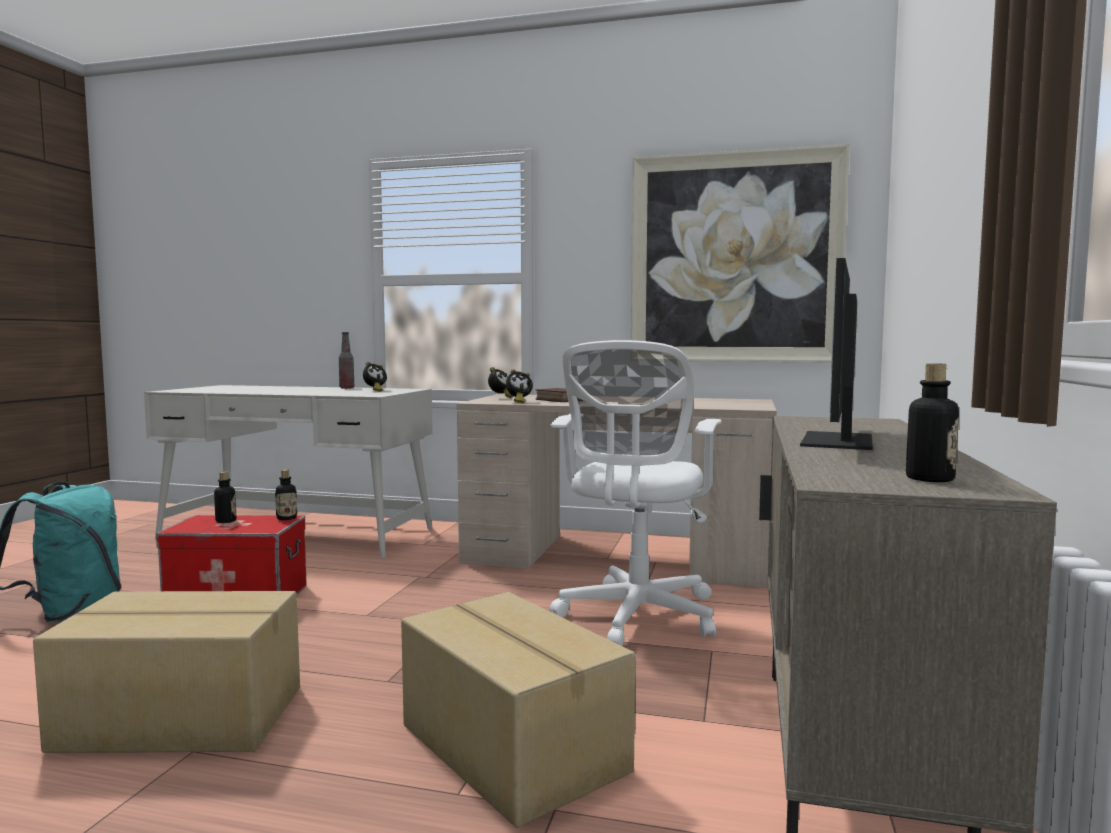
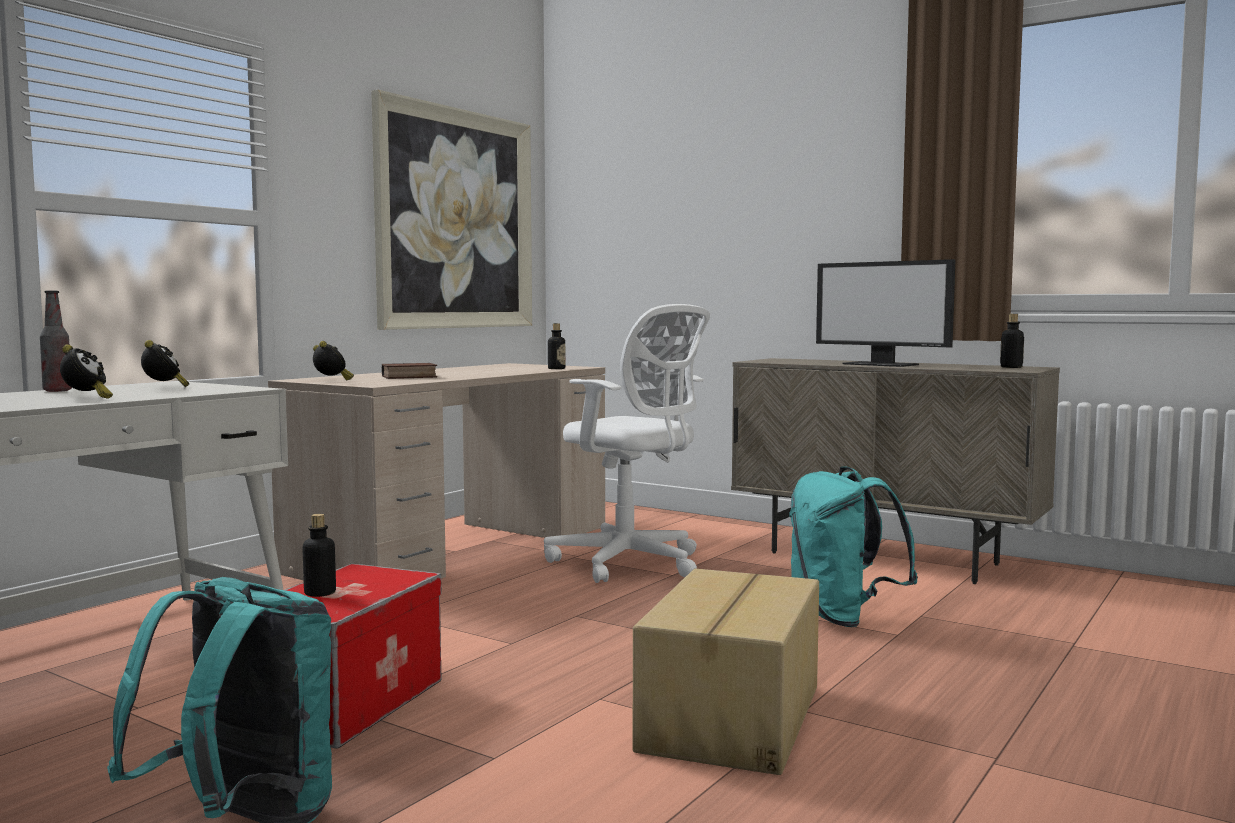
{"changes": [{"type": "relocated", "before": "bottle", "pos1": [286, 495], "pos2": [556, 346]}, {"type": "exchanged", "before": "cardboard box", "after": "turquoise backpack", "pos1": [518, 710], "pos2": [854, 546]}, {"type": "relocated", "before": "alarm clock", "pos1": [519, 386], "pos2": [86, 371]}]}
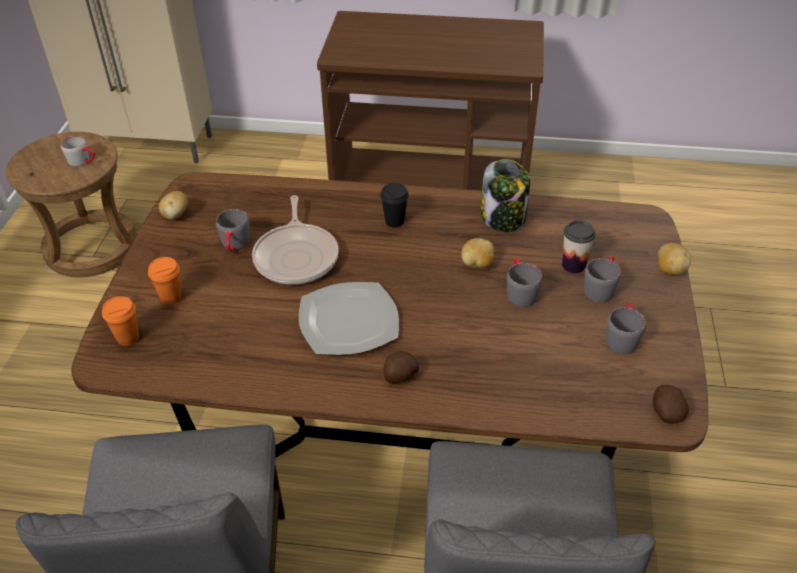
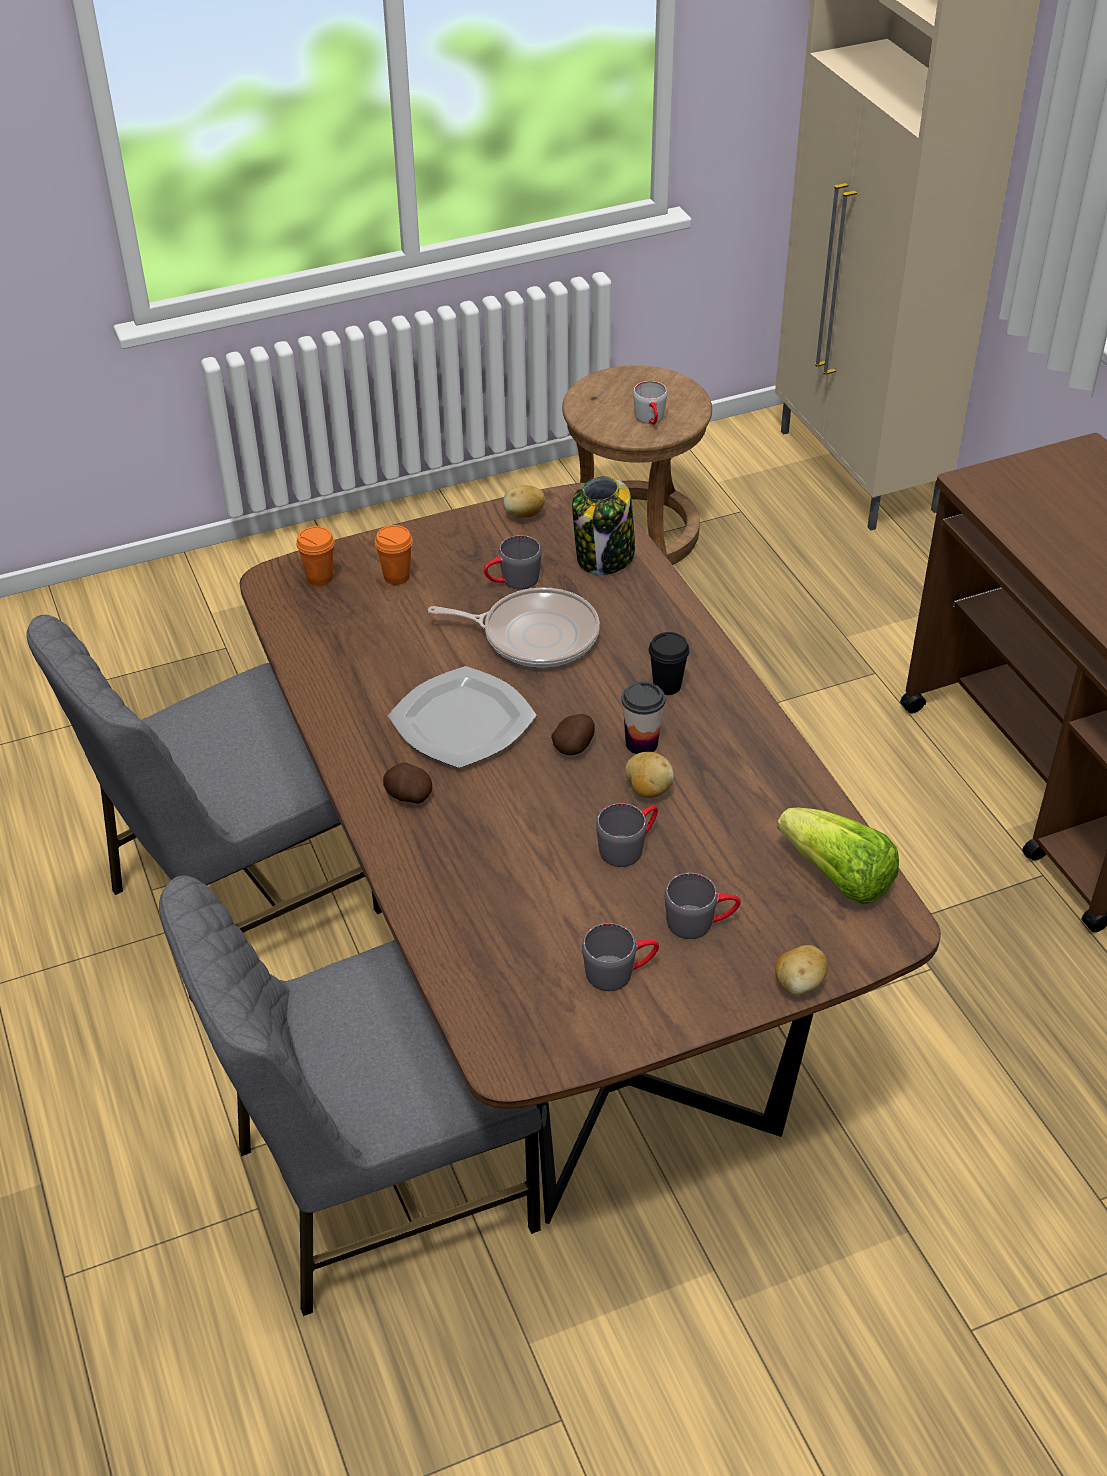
{"changes": [{"type": "spun", "before": "frying pan", "pos1": [295, 240], "pos2": [514, 627], "turn": -135}, {"type": "relocated", "before": "jar", "pos1": [505, 195], "pos2": [603, 525]}, {"type": "relocated", "before": "cup", "pos1": [579, 246], "pos2": [643, 717]}, {"type": "relocated", "before": "potato", "pos1": [671, 404], "pos2": [573, 734]}, {"type": "appeared", "after": "lettuce", "pos2": [838, 856]}]}
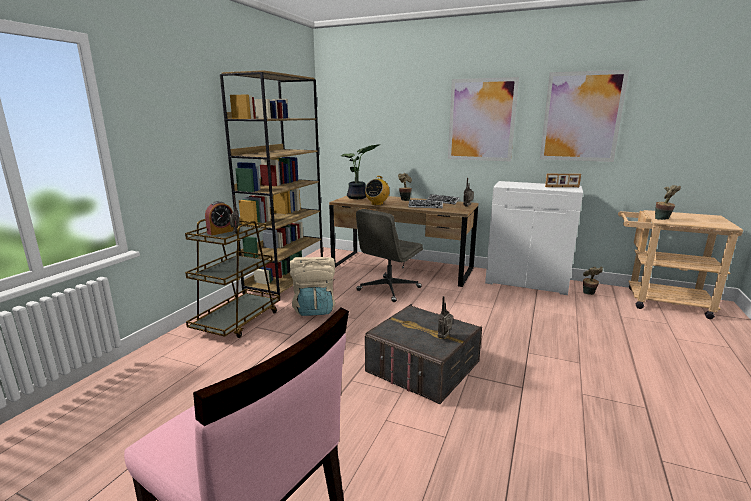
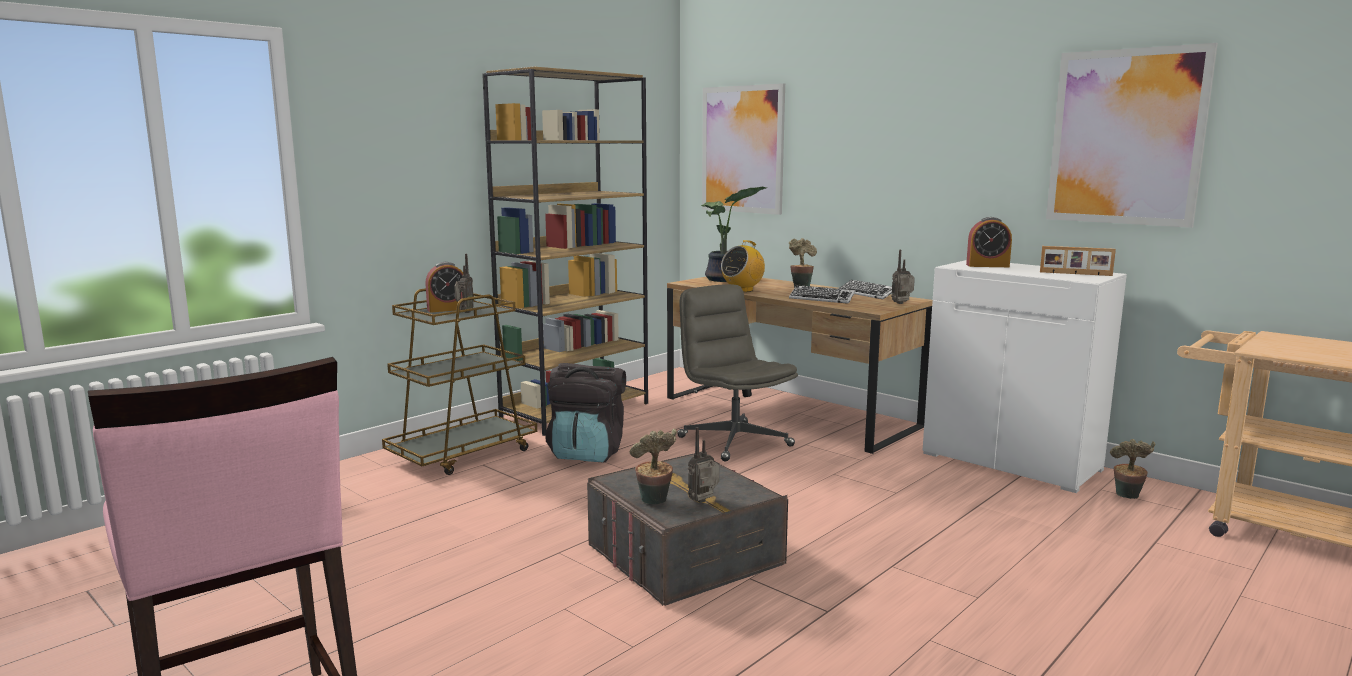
{"changes": [{"type": "colour", "before": "beige backpack", "after": "black backpack", "pos1": [312, 286], "pos2": [585, 412]}, {"type": "spun", "before": "grey office chair", "pos1": [389, 255], "pos2": [737, 373], "turn": 90}, {"type": "relocated", "before": "picture", "pos1": [483, 119], "pos2": [743, 149]}, {"type": "relocated", "before": "potted plant", "pos1": [668, 202], "pos2": [653, 466]}, {"type": "appeared", "after": "alarm clock", "pos2": [989, 242]}]}
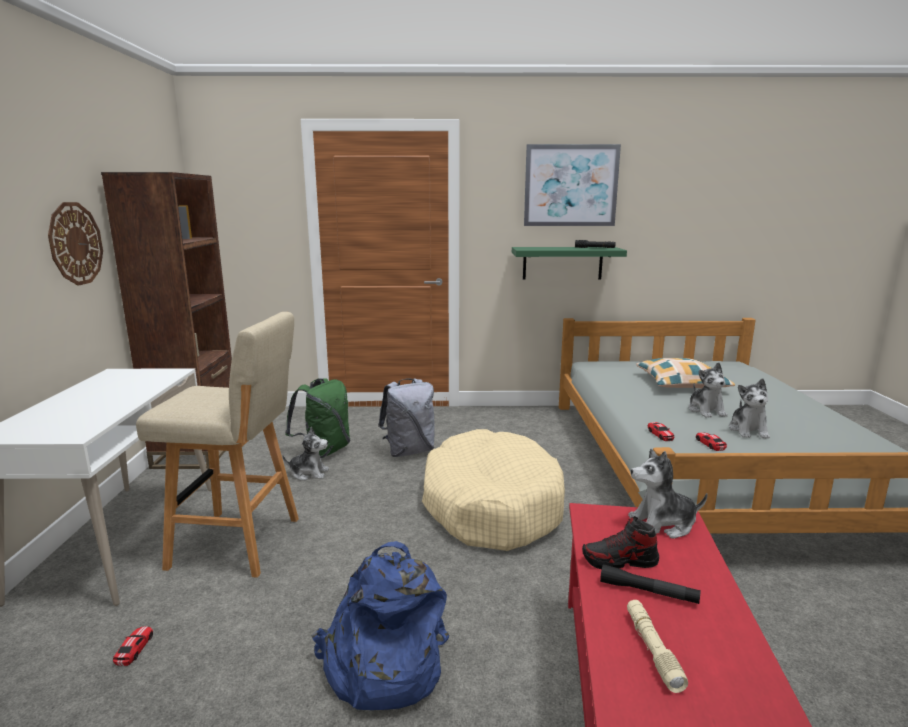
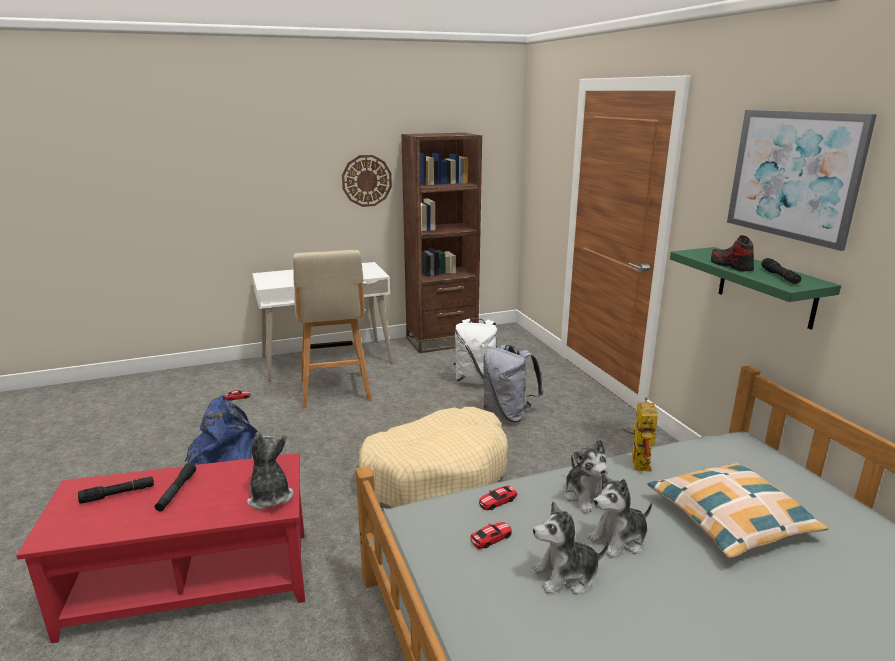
{"changes": [{"type": "relocated", "before": "plush toy", "pos1": [305, 454], "pos2": [586, 476]}, {"type": "colour", "before": "green backpack", "after": "white backpack", "pos1": [317, 418], "pos2": [476, 351]}, {"type": "relocated", "before": "shoe", "pos1": [620, 542], "pos2": [732, 253]}, {"type": "colour", "before": "beige flashlight", "after": "black flashlight", "pos1": [657, 646], "pos2": [116, 490]}, {"type": "appeared", "after": "toy robot", "pos2": [640, 434]}]}
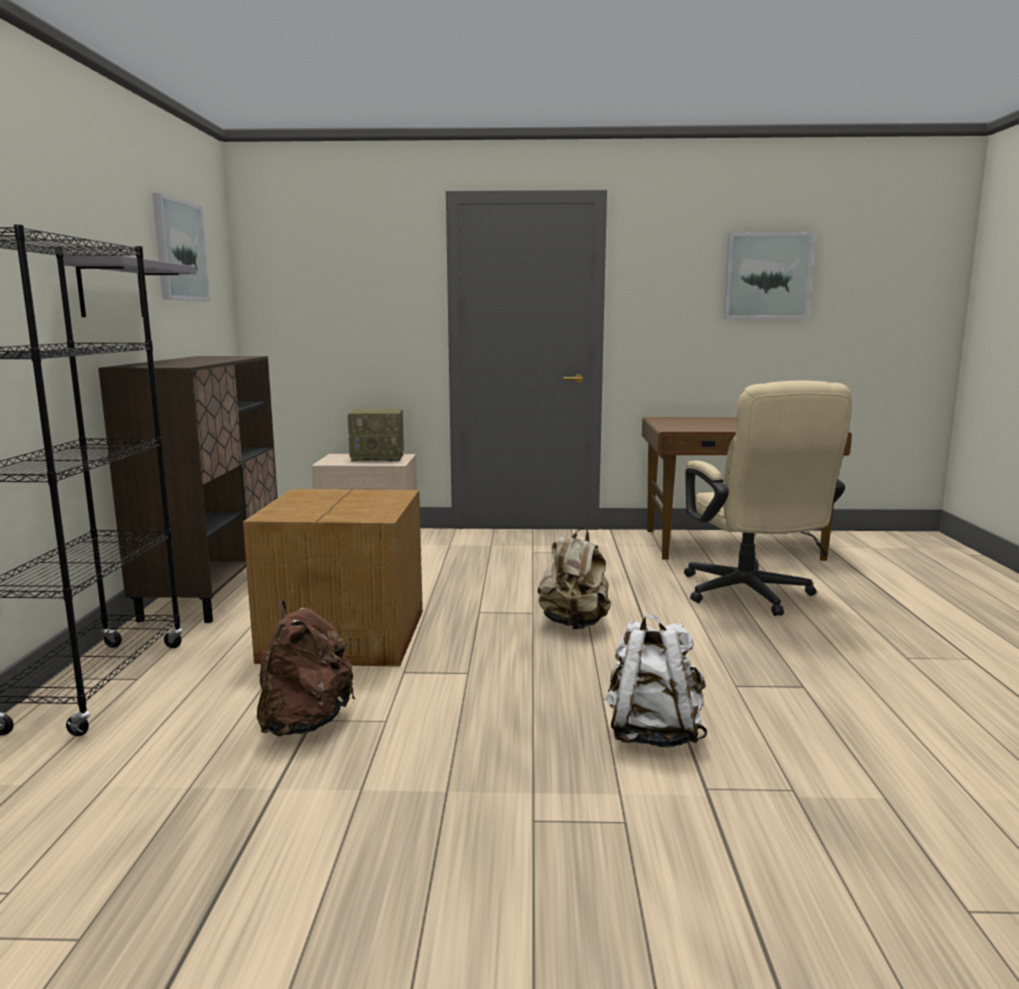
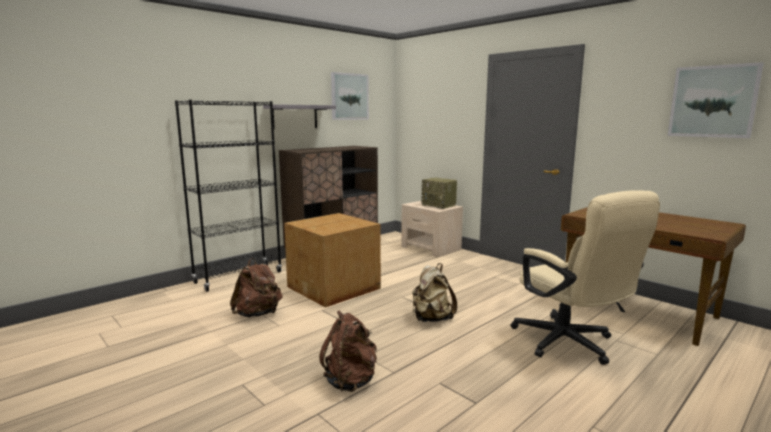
{"changes": [{"type": "colour", "before": "white backpack", "after": "brown backpack", "pos1": [656, 680], "pos2": [348, 351]}, {"type": "spun", "before": "beige office chair", "pos1": [768, 498], "pos2": [585, 277], "turn": -60}]}
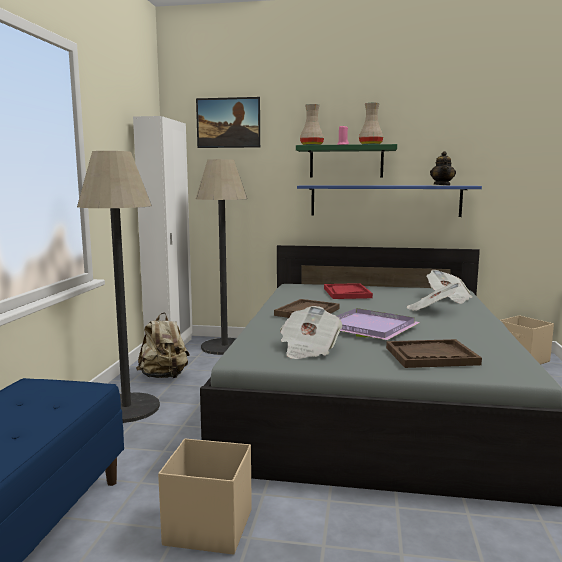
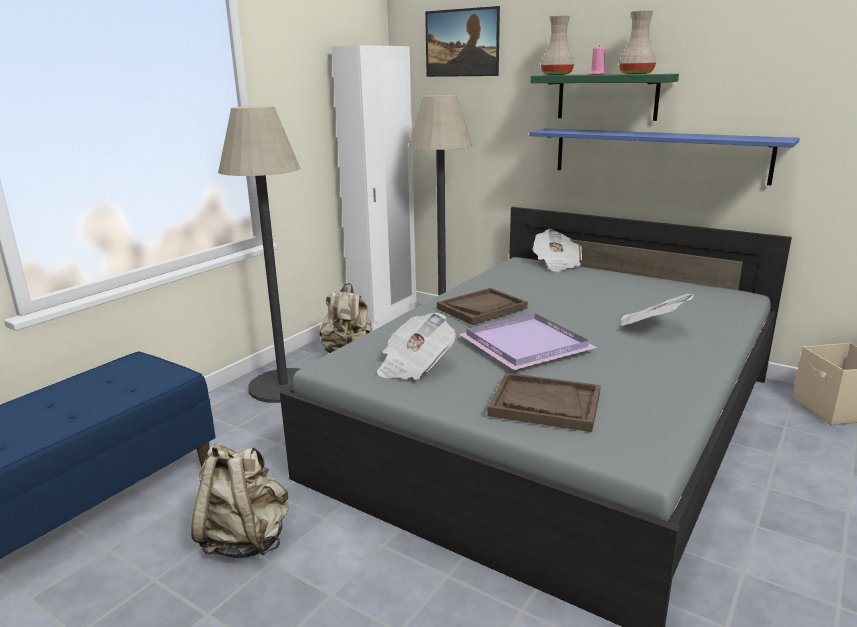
{"changes": [{"type": "exchanged", "before": "beige storage box", "after": "beige backpack", "pos1": [205, 496], "pos2": [240, 501]}, {"type": "missing", "before": "red tray", "pos1": [348, 291]}, {"type": "relocated", "before": "newspaper", "pos1": [450, 287], "pos2": [557, 250]}, {"type": "missing", "before": "teapot", "pos1": [443, 168]}]}
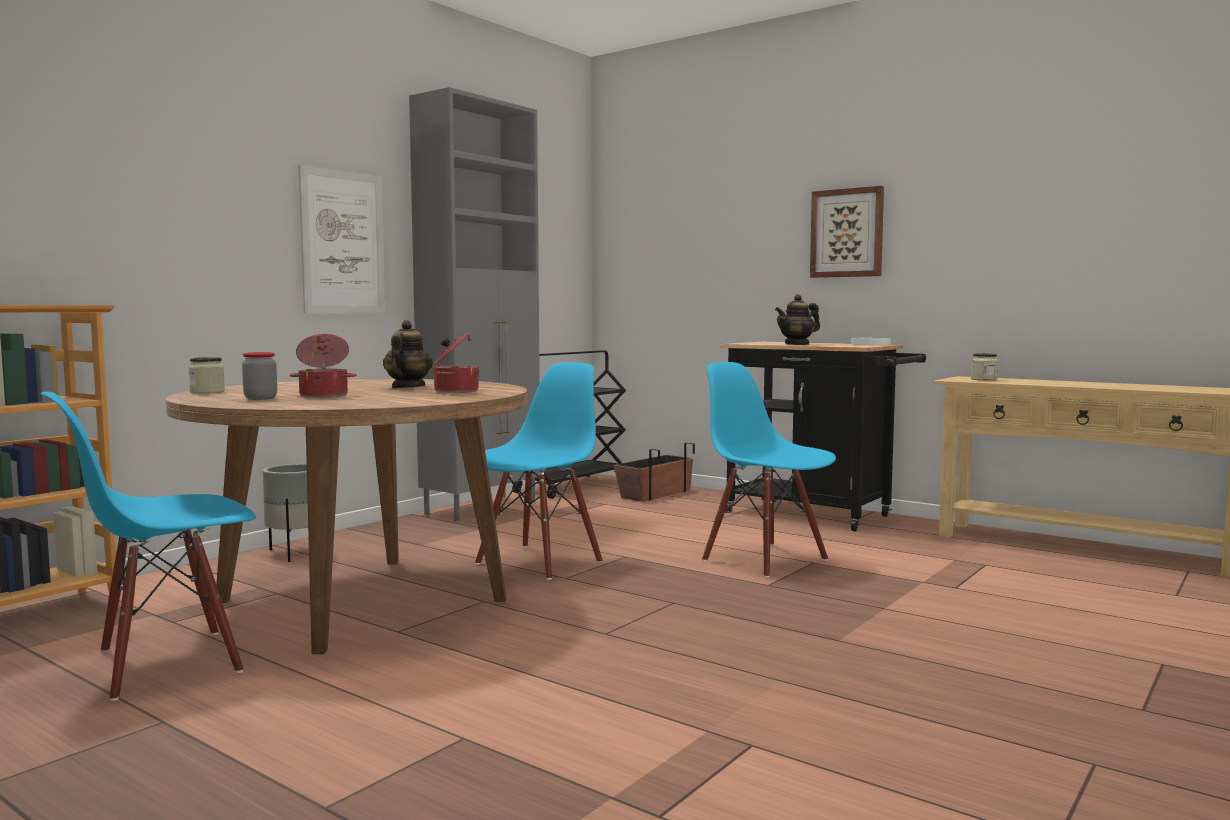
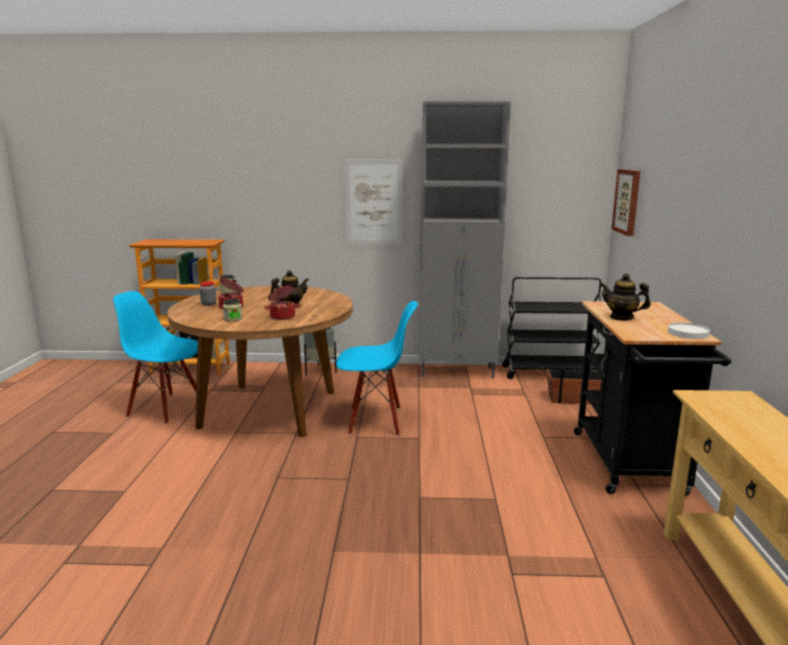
{"changes": [{"type": "missing", "before": "blue chair", "pos1": [769, 470]}, {"type": "relocated", "before": "picture", "pos1": [847, 232], "pos2": [625, 202]}, {"type": "relocated", "before": "jar", "pos1": [984, 367], "pos2": [232, 310]}]}
